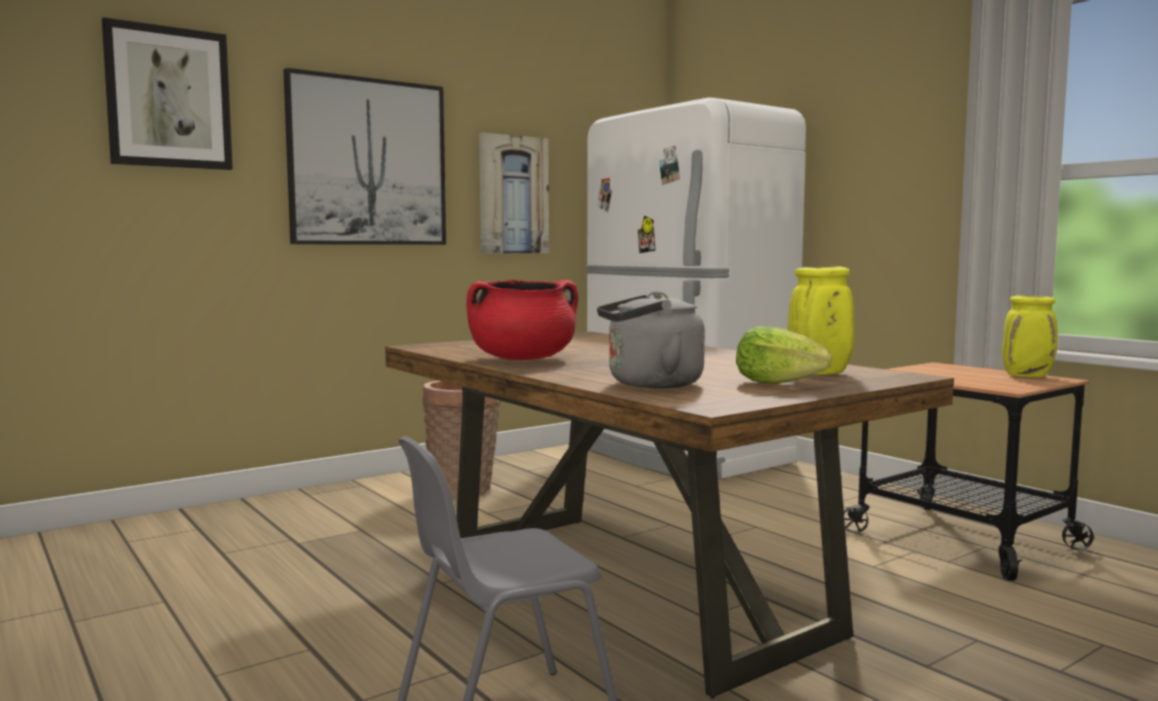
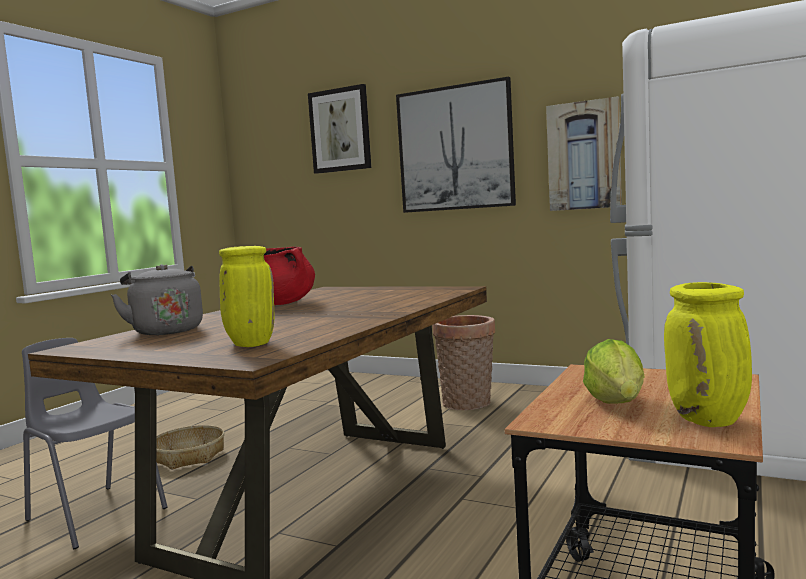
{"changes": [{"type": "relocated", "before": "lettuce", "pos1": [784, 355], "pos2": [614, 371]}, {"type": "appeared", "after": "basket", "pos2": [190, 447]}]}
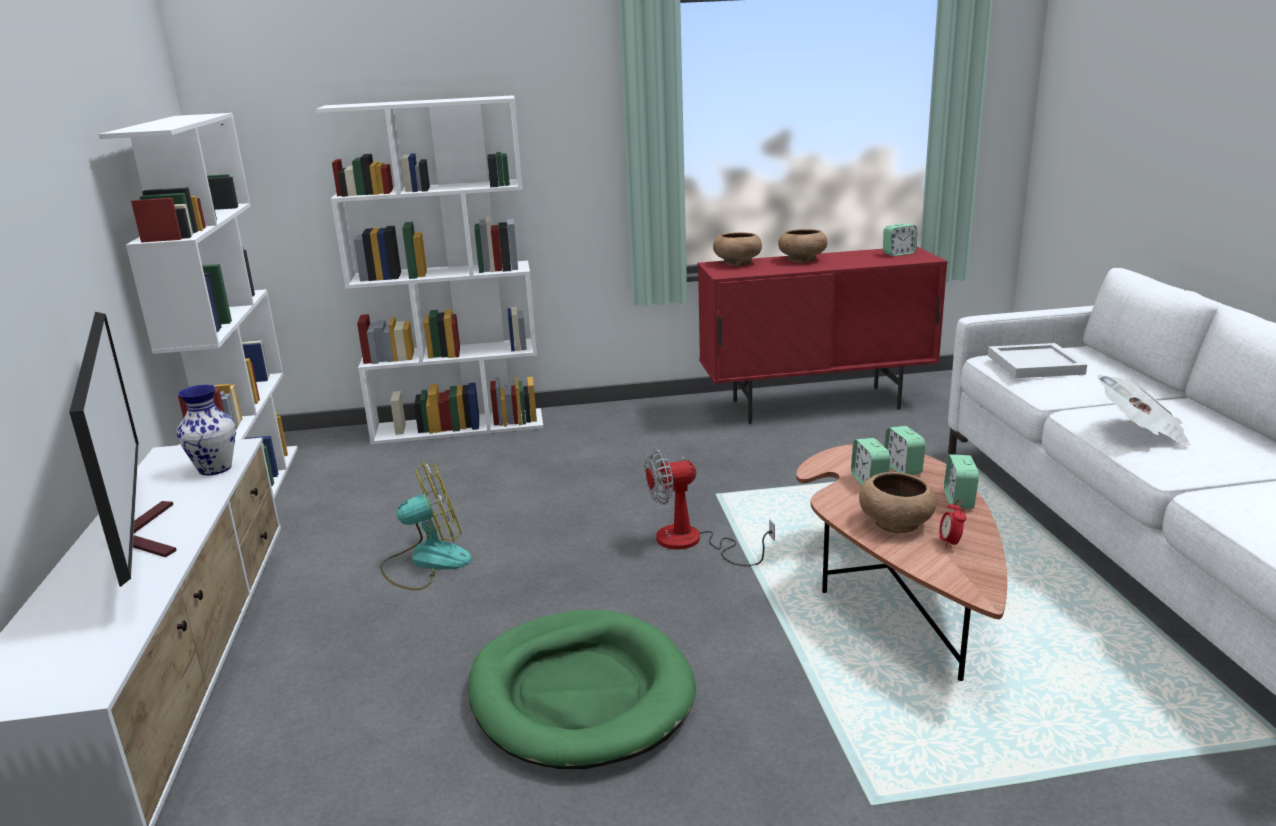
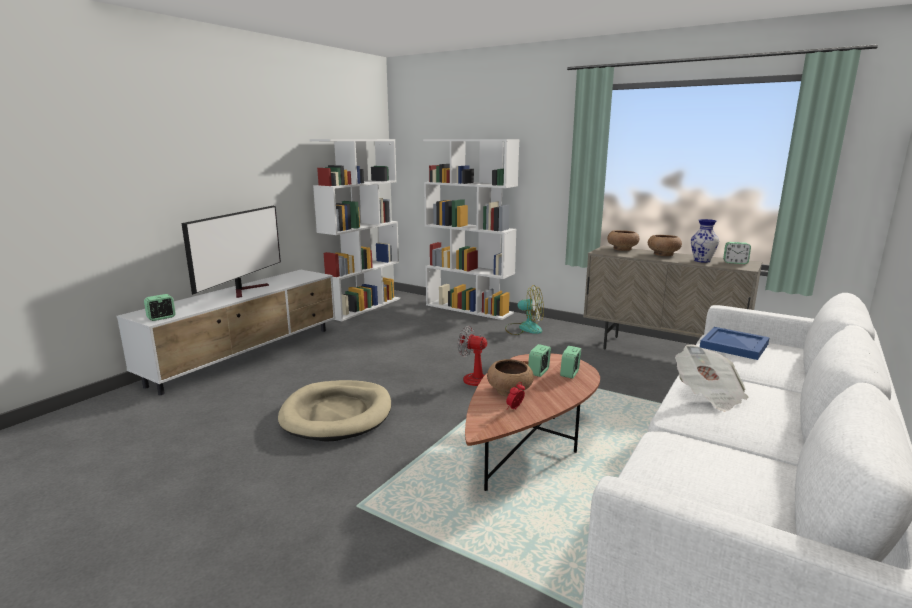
{"changes": [{"type": "relocated", "before": "vase", "pos1": [206, 430], "pos2": [705, 241]}, {"type": "relocated", "before": "fan", "pos1": [426, 525], "pos2": [524, 310]}, {"type": "colour", "before": "green dog bed", "after": "beige dog bed", "pos1": [582, 689], "pos2": [334, 411]}, {"type": "colour", "before": "red cabinet", "after": "beige cabinet", "pos1": [823, 335], "pos2": [672, 298]}, {"type": "relocated", "before": "alarm clock", "pos1": [961, 481], "pos2": [160, 307]}, {"type": "colour", "before": "white tray", "after": "blue tray", "pos1": [1037, 360], "pos2": [735, 343]}]}
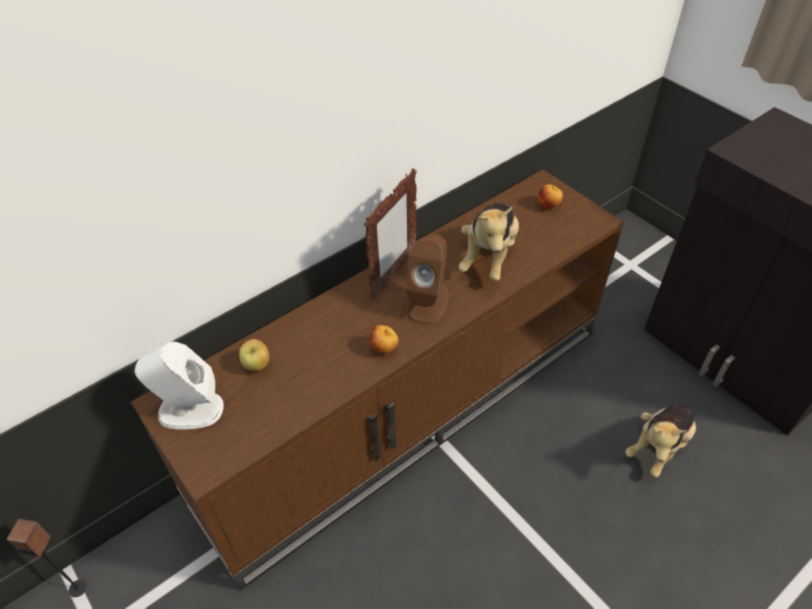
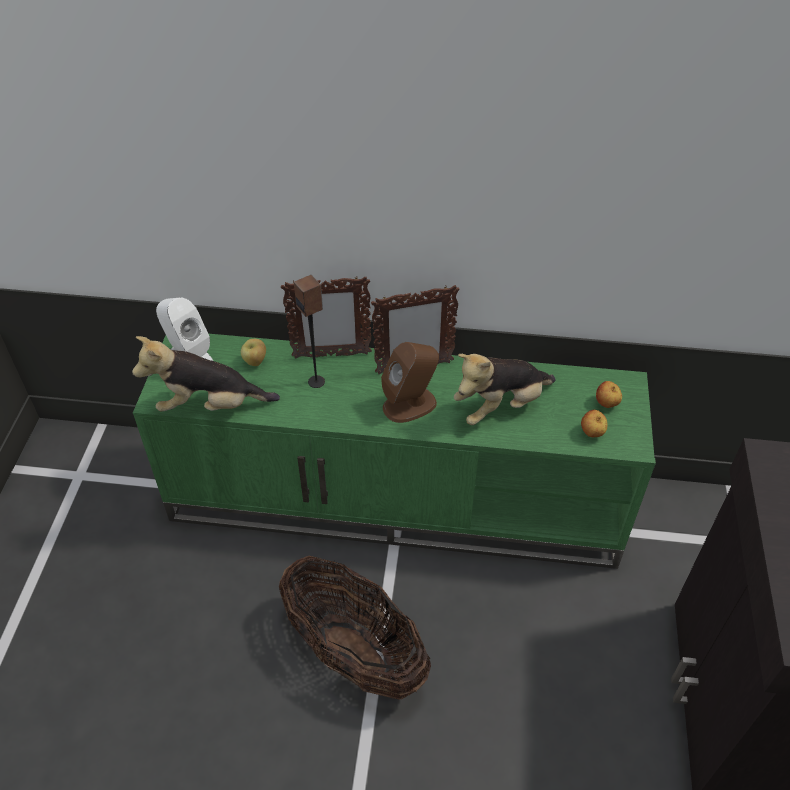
{"changes": [{"type": "relocated", "before": "speaker", "pos1": [46, 558], "pos2": [309, 331]}, {"type": "colour", "before": "brown tv stand", "after": "green tv stand", "pos1": [377, 380], "pos2": [394, 451]}, {"type": "relocated", "before": "apple", "pos1": [384, 339], "pos2": [594, 423]}, {"type": "relocated", "before": "plush toy", "pos1": [660, 440], "pos2": [206, 374]}, {"type": "appeared", "after": "basket", "pos2": [355, 628]}, {"type": "appeared", "after": "picture frame", "pos2": [326, 317]}]}
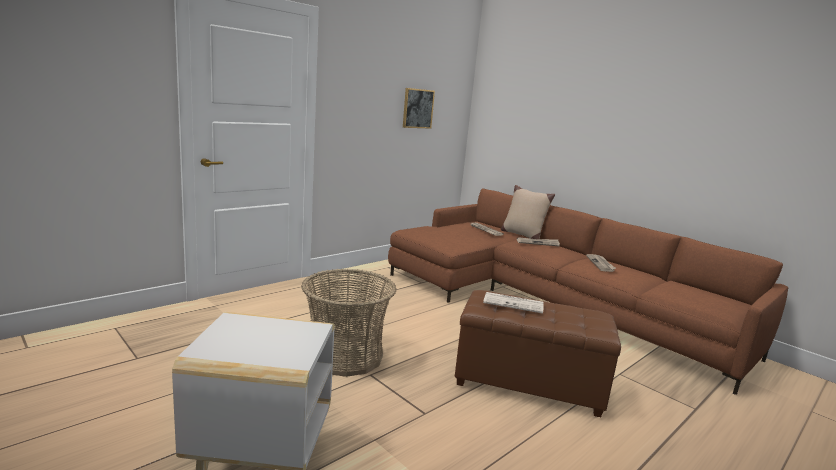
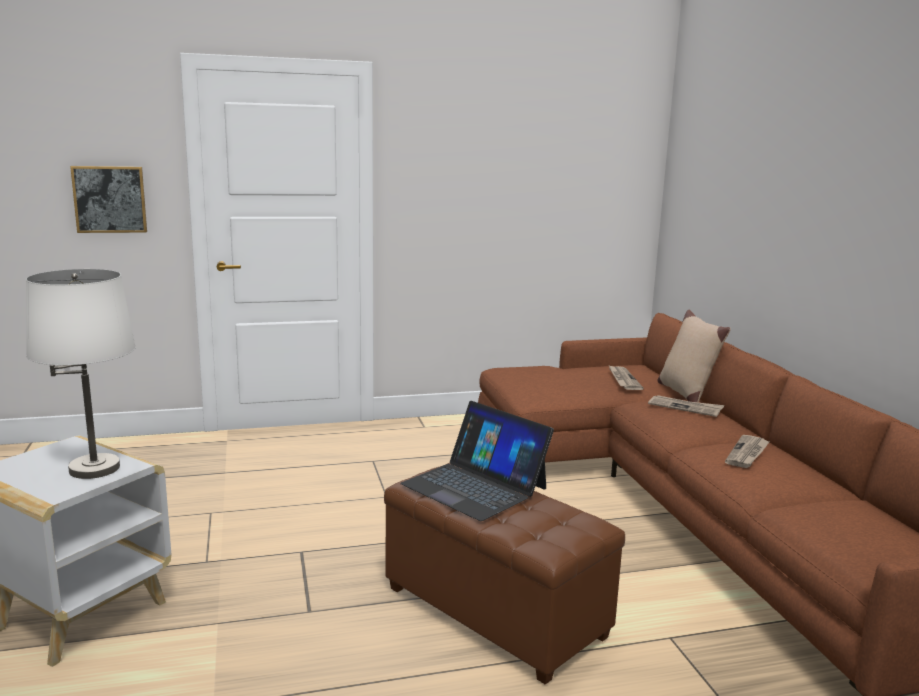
{"changes": [{"type": "missing", "before": "basket", "pos1": [349, 323]}, {"type": "relocated", "before": "picture", "pos1": [419, 108], "pos2": [108, 199]}, {"type": "exchanged", "before": "newspaper", "after": "laptop", "pos1": [513, 303], "pos2": [477, 461]}, {"type": "appeared", "after": "white table lamp", "pos2": [81, 374]}]}
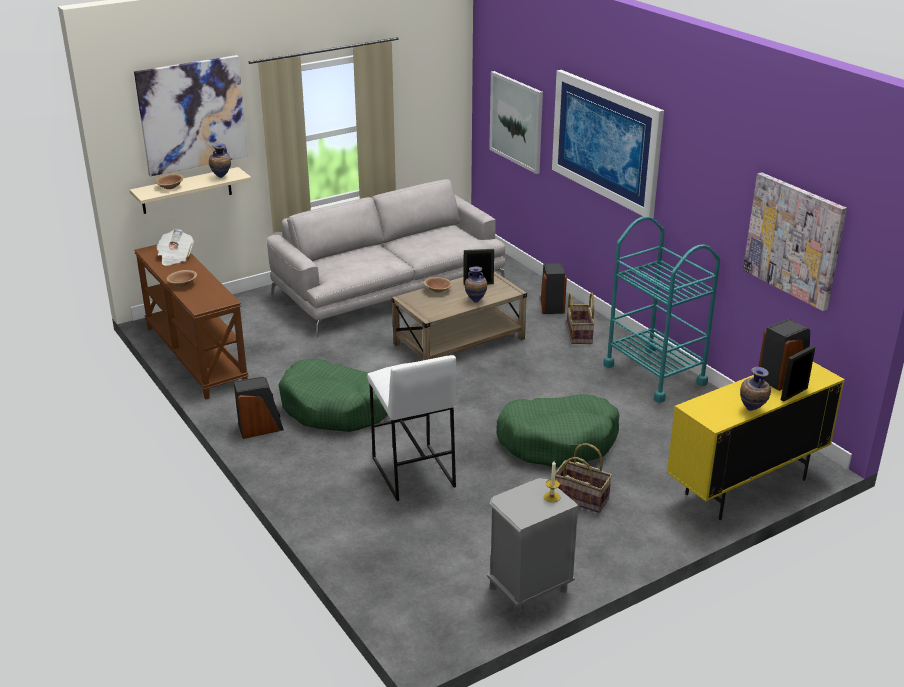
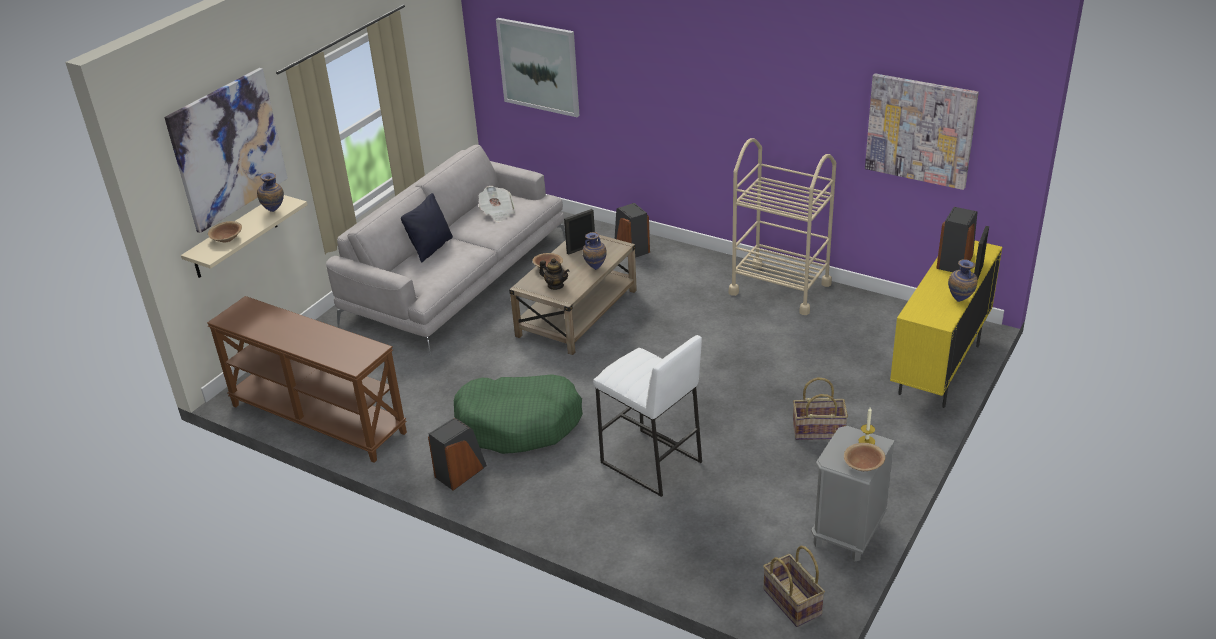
{"changes": [{"type": "relocated", "before": "newspaper", "pos1": [175, 247], "pos2": [496, 204]}, {"type": "relocated", "before": "brown bowl", "pos1": [182, 278], "pos2": [864, 457]}, {"type": "missing", "before": "green dog bed", "pos1": [558, 430]}, {"type": "missing", "before": "picture", "pos1": [608, 144]}, {"type": "relocated", "before": "basket", "pos1": [581, 318], "pos2": [794, 586]}, {"type": "colour", "before": "turquoise cart", "after": "beige cart", "pos1": [661, 309], "pos2": [782, 226]}, {"type": "appeared", "after": "black pillow", "pos2": [427, 228]}, {"type": "appeared", "after": "teapot", "pos2": [554, 274]}]}
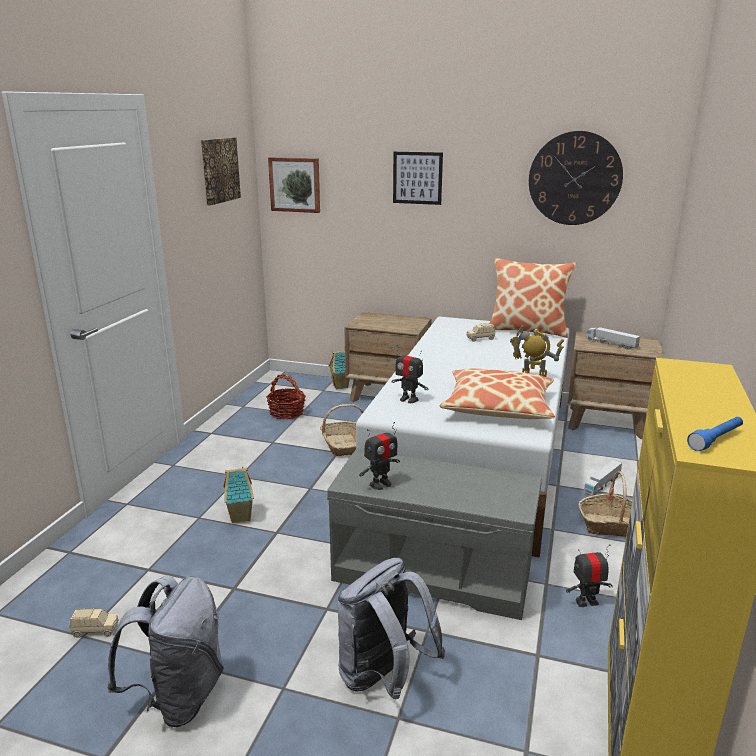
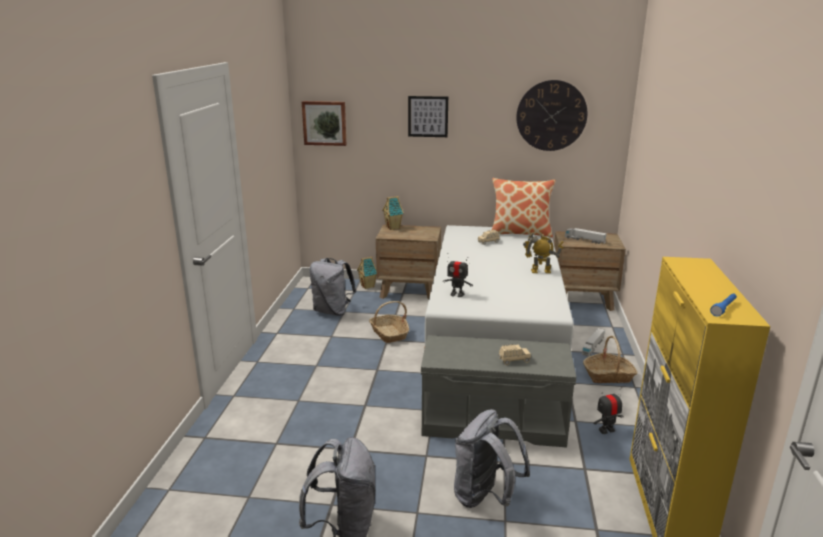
{"changes": [{"type": "relocated", "before": "beige toy car", "pos1": [93, 623], "pos2": [515, 354]}, {"type": "missing", "before": "picture", "pos1": [221, 171]}, {"type": "relocated", "before": "toy house", "pos1": [238, 495], "pos2": [393, 213]}, {"type": "exchanged", "before": "basket", "after": "grey backpack", "pos1": [286, 396], "pos2": [333, 287]}, {"type": "missing", "before": "toy robot", "pos1": [379, 456]}, {"type": "missing", "before": "pillow", "pos1": [497, 394]}]}
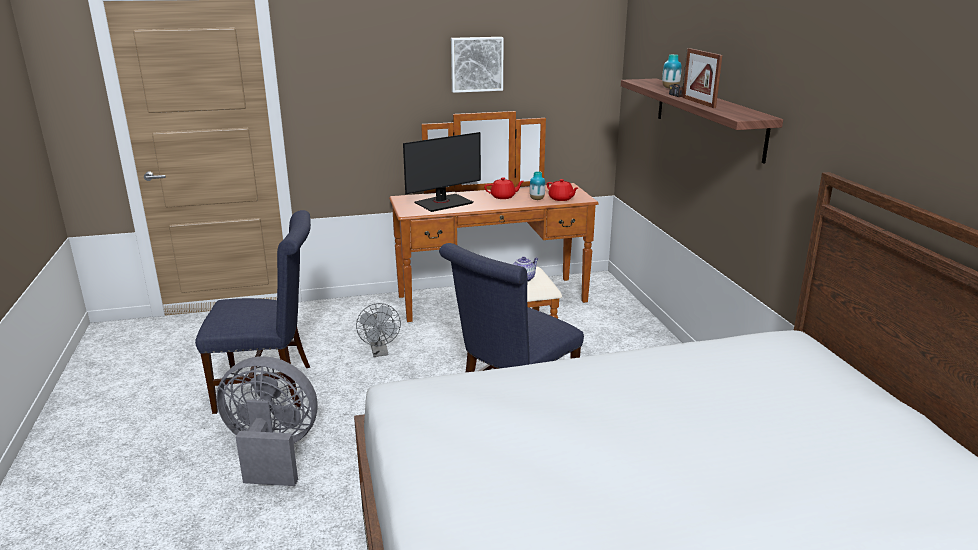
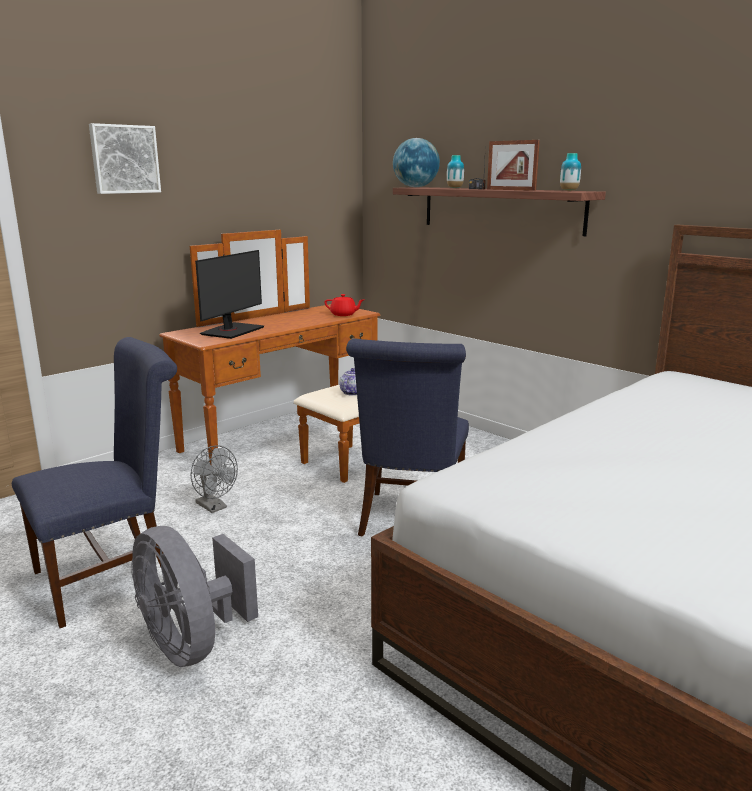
{"changes": [{"type": "spun", "before": "grey fan", "pos1": [267, 421], "pos2": [194, 596], "turn": -105}, {"type": "relocated", "before": "picture", "pos1": [477, 65], "pos2": [125, 158]}, {"type": "missing", "before": "red teapot", "pos1": [504, 188]}, {"type": "relocated", "before": "vase", "pos1": [537, 185], "pos2": [570, 172]}, {"type": "appeared", "after": "globe", "pos2": [416, 162]}]}
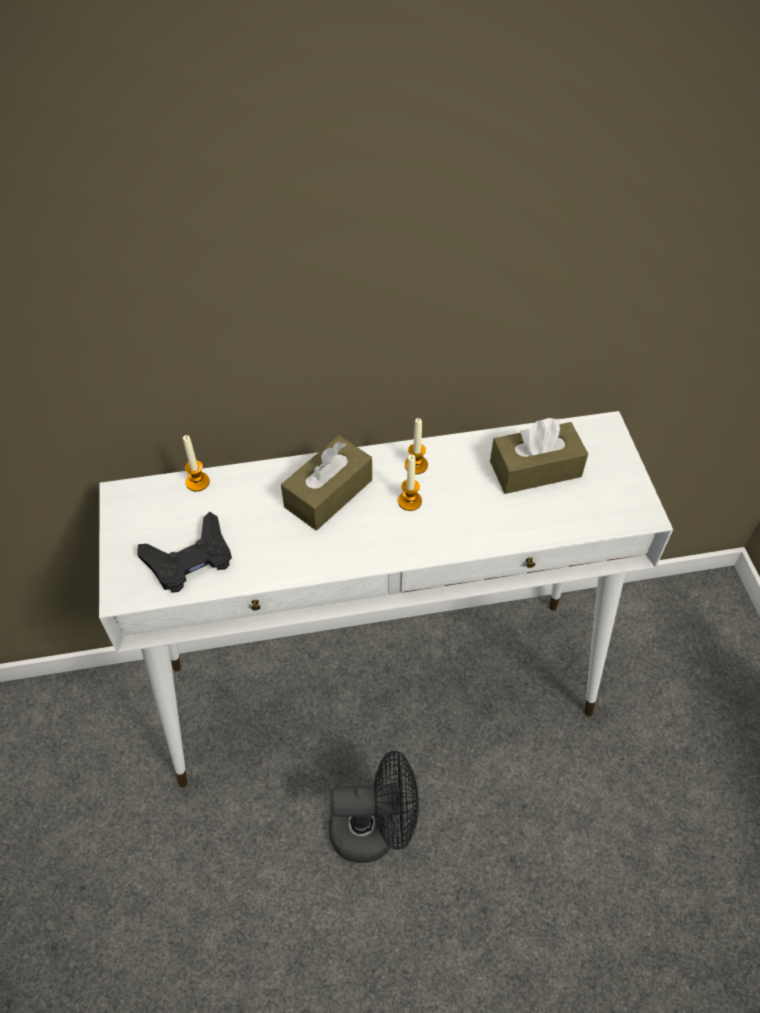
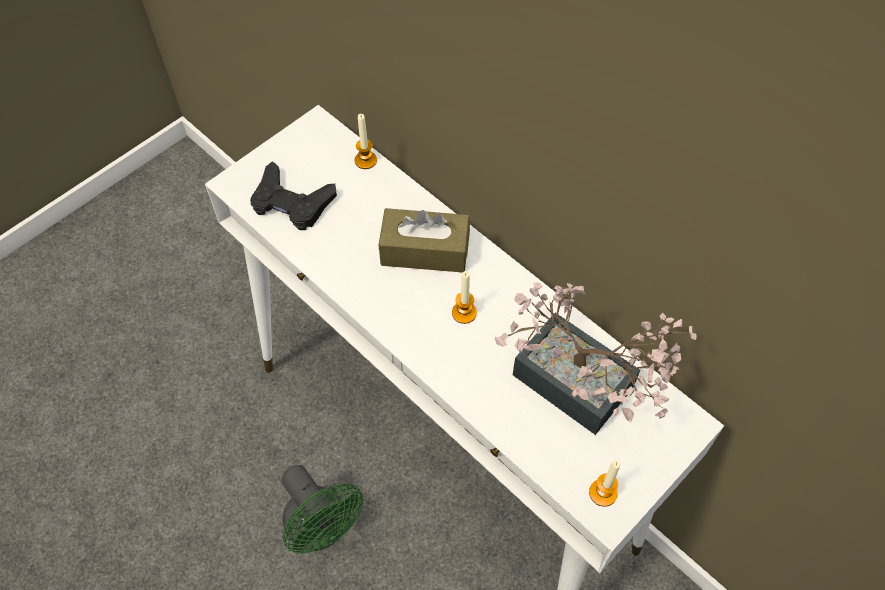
{"changes": [{"type": "colour", "before": "black fan", "after": "green fan", "pos1": [374, 807], "pos2": [322, 509]}, {"type": "relocated", "before": "candle", "pos1": [416, 446], "pos2": [604, 483]}, {"type": "exchanged", "before": "brown tissue box", "after": "potted plant", "pos1": [539, 456], "pos2": [595, 358]}]}
